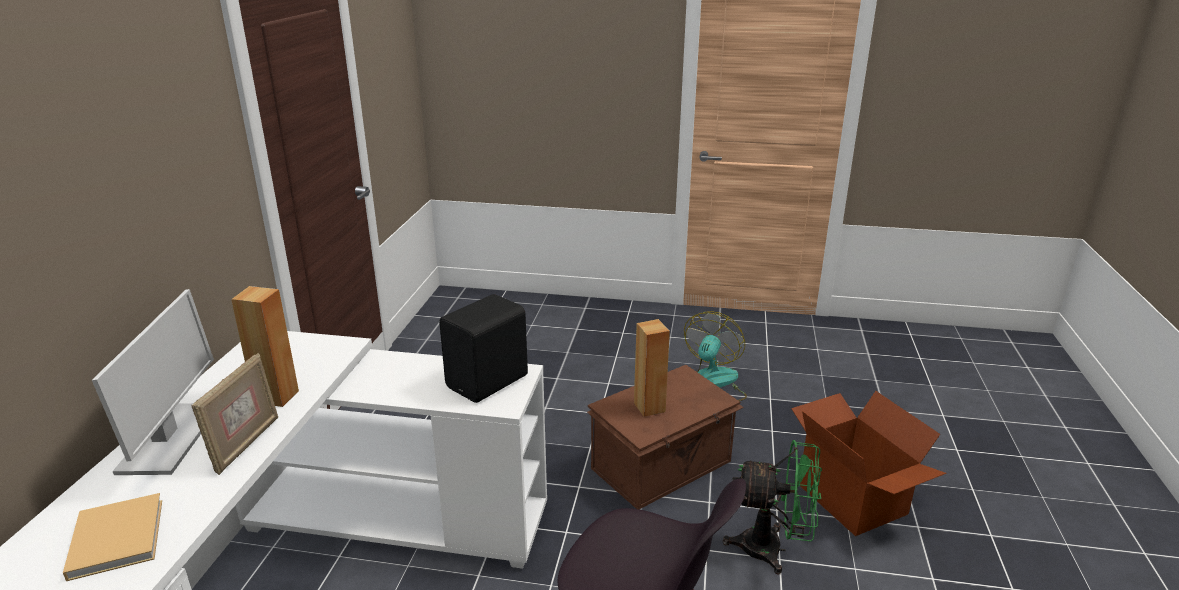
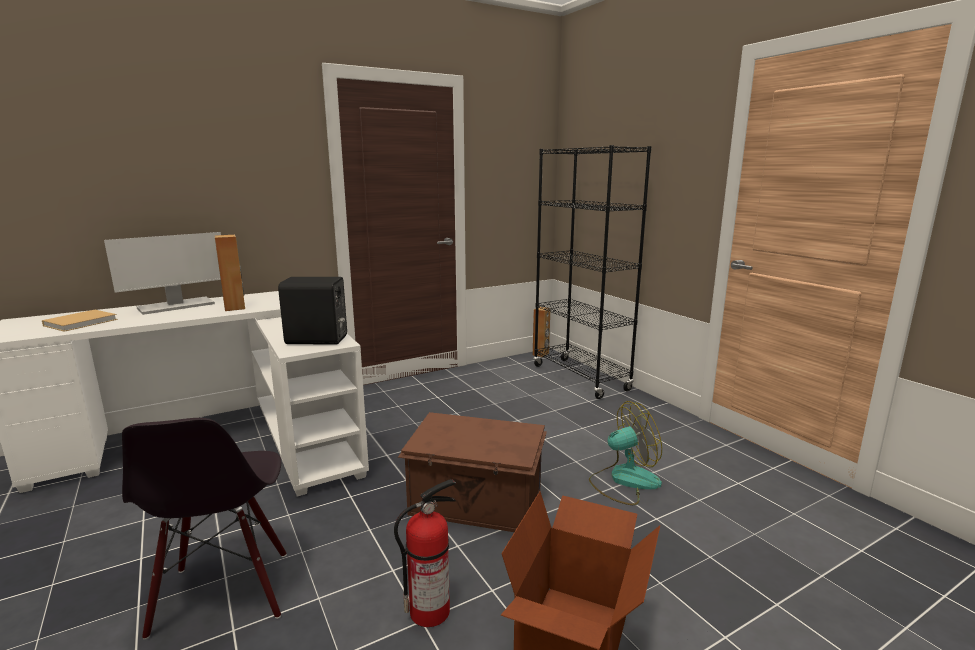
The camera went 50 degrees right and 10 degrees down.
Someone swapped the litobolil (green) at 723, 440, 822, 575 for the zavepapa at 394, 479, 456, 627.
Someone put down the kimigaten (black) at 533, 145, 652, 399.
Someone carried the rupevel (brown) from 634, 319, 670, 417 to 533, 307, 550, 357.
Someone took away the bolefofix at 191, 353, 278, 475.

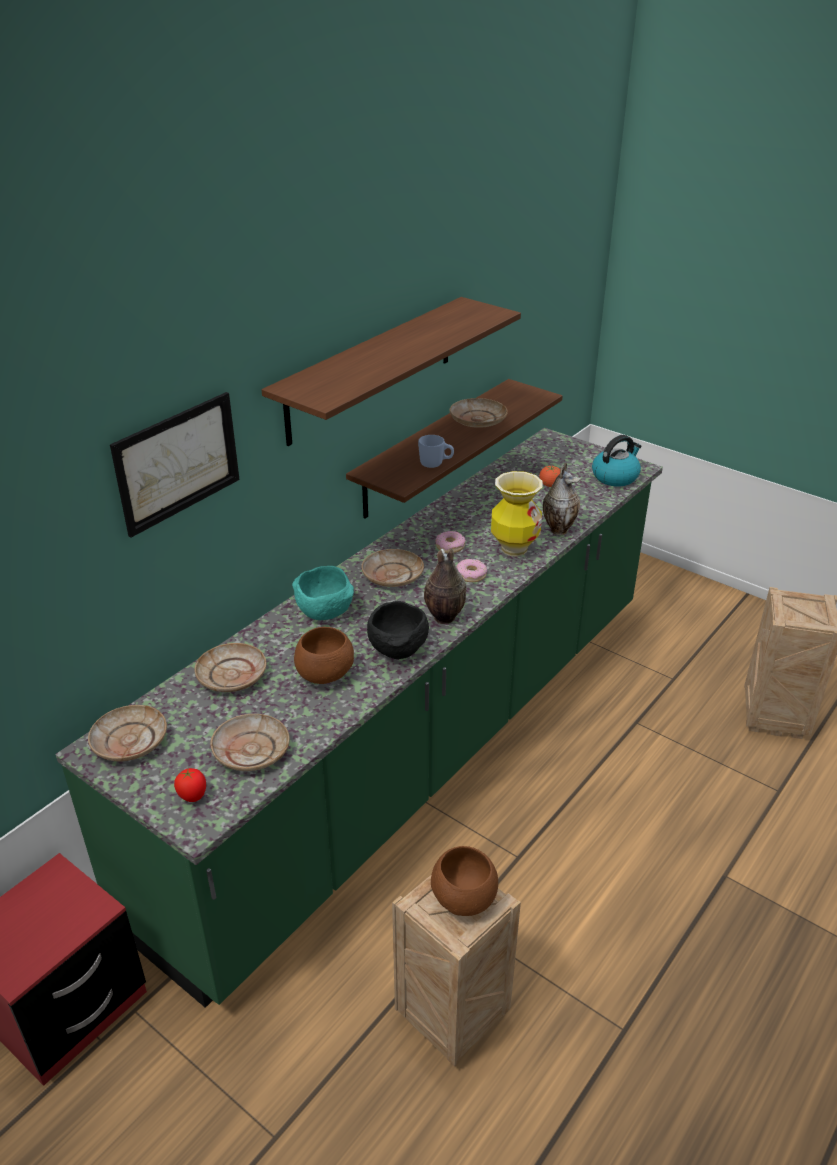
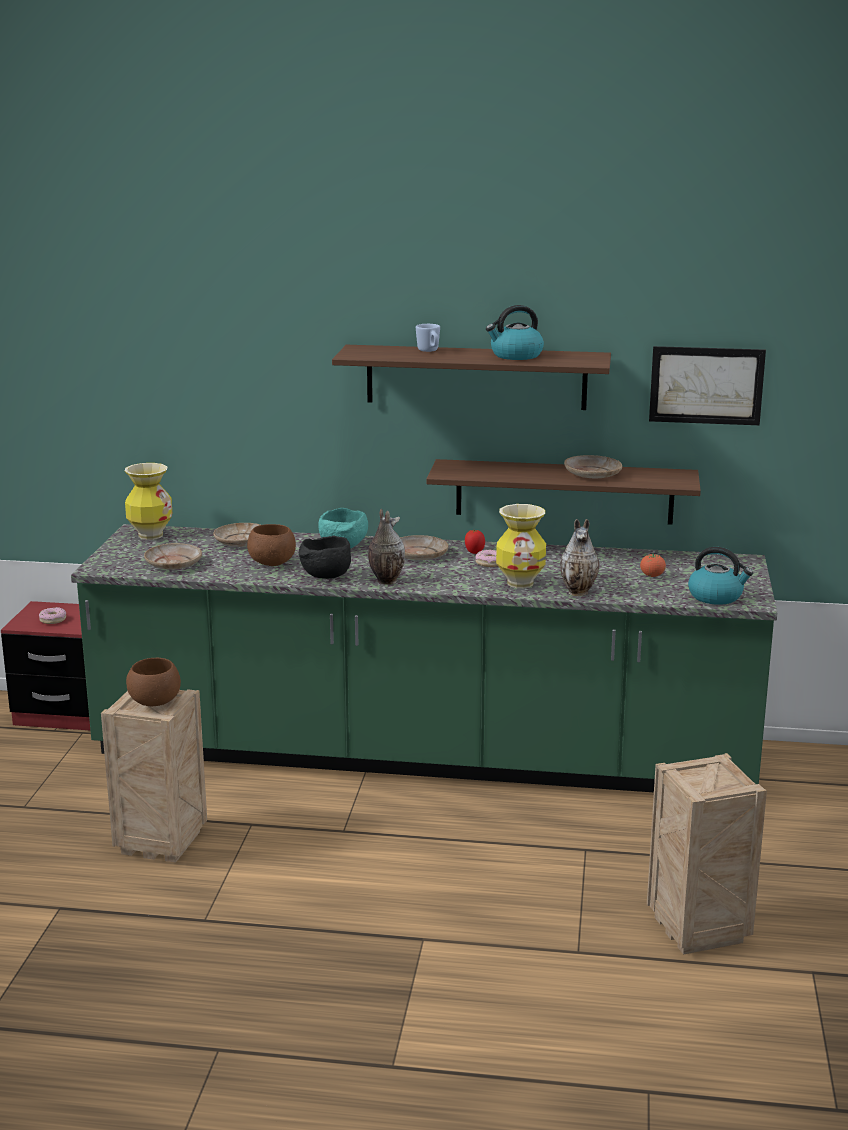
The camera went 60 degrees right and 15 degrees down.
Someone carried the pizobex from 456, 559, 487, 582 to 39, 607, 66, 624.
Someone swapped the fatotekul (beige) at 88, 705, 167, 762 for the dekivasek at 125, 463, 172, 540.
Someone carried the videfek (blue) from 418, 435, 454, 468 to 416, 324, 440, 352.
Someone carried the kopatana from 174, 768, 206, 802 to 465, 529, 485, 554.
Someone put down the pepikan at 486, 305, 544, 360.
Someone carried the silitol from 110, 392, 240, 538 to 649, 346, 766, 425.

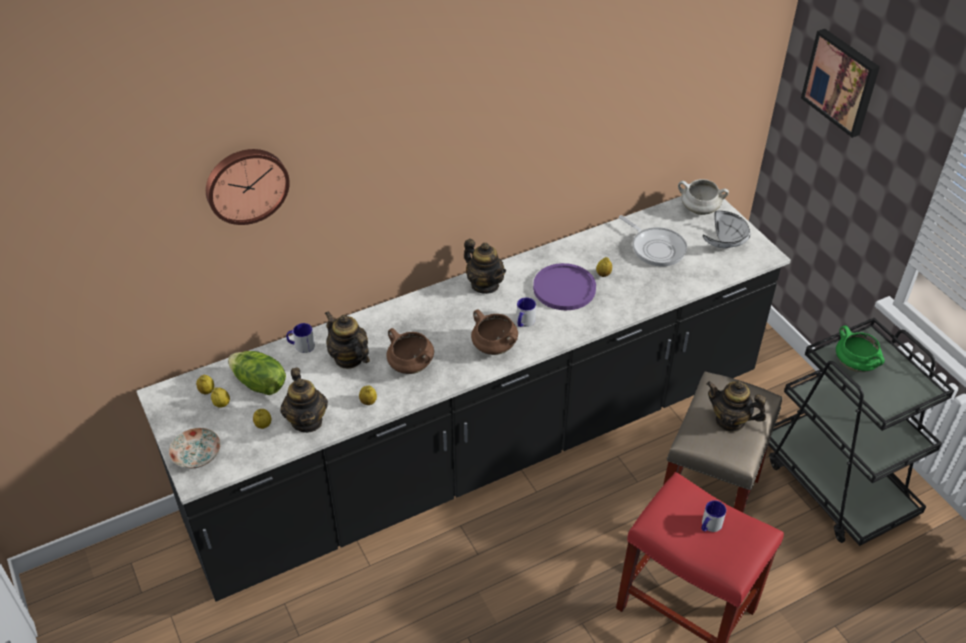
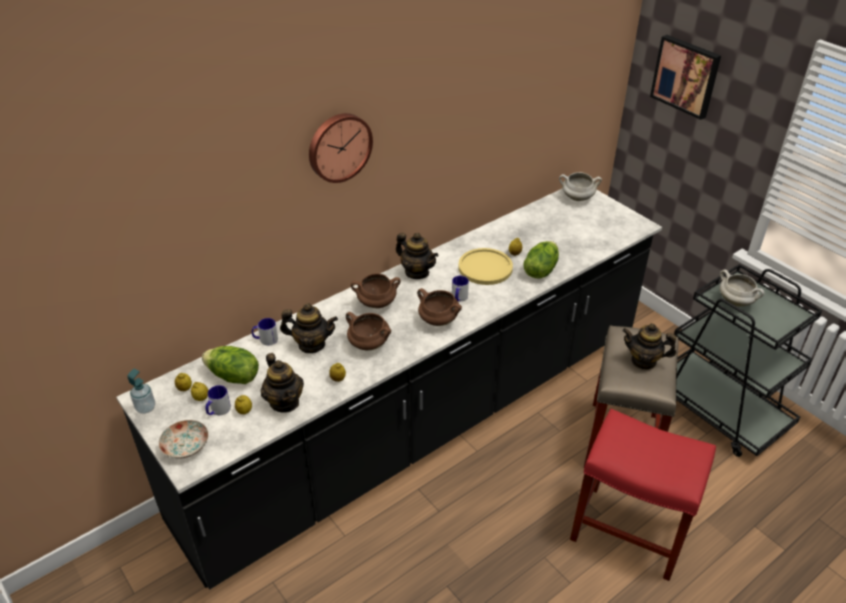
The camera went 10 degrees left and 5 degrees down.
Someone put down the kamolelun at 127, 368, 155, 414.
Someone carried the videfek from 701, 500, 726, 532 to 205, 385, 231, 415.
Someone rotated the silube at 325, 311, 370, 369 by 150 degrees clockwise.
Someone carried the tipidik from 206, 149, 290, 225 to 309, 113, 373, 183.
Someone put down the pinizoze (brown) at 351, 273, 400, 308.
Someone repainted the fatotekul (purple) at 533, 263, 596, 310, which became the fatotekul (yellow) at 458, 248, 513, 285.
Someone put down the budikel at 523, 241, 559, 279.
Someone repainted the pinizoze (green) at 836, 326, 885, 372, which became the pinizoze (white) at 720, 270, 764, 306.
Someone took away the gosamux at 619, 215, 687, 266.
Someone took away the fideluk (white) at 703, 211, 751, 248.

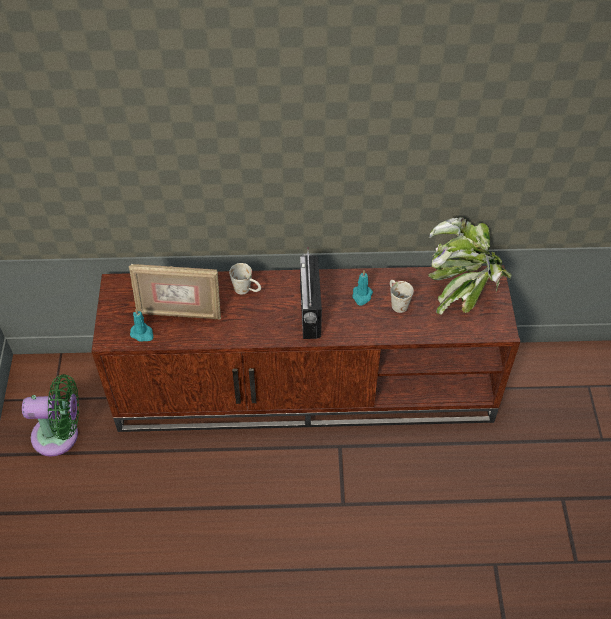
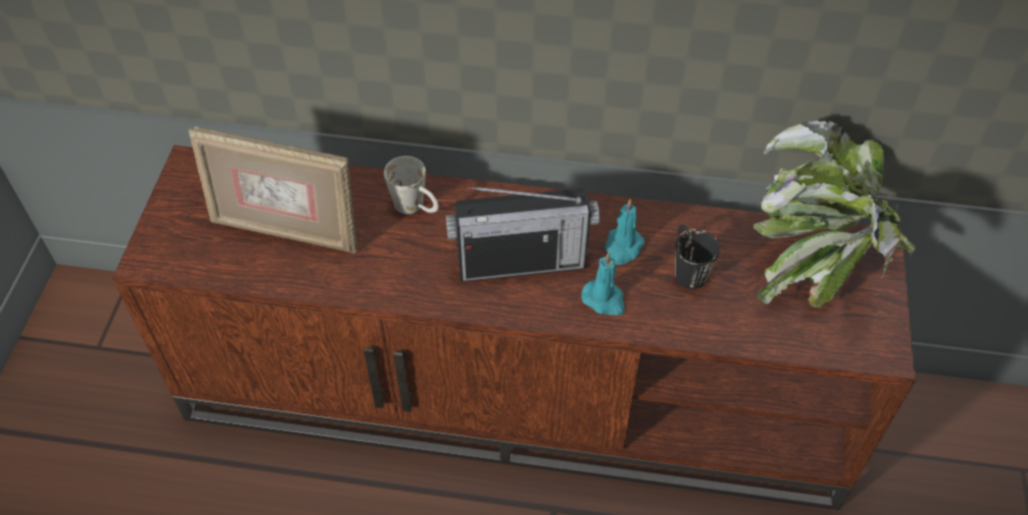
The camera went 10 degrees right and 0 degrees up.
Someone rotated the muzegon at 299, 247, 322, 339 by 105 degrees counterclockwise.
Someone carried the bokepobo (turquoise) from 130, 309, 154, 342 to 581, 252, 625, 315.
Someone repainted the videfek (white) at 390, 280, 414, 313, which became the videfek (black) at 675, 225, 720, 289.
Someone took away the litobolil (green) at 22, 374, 79, 457.

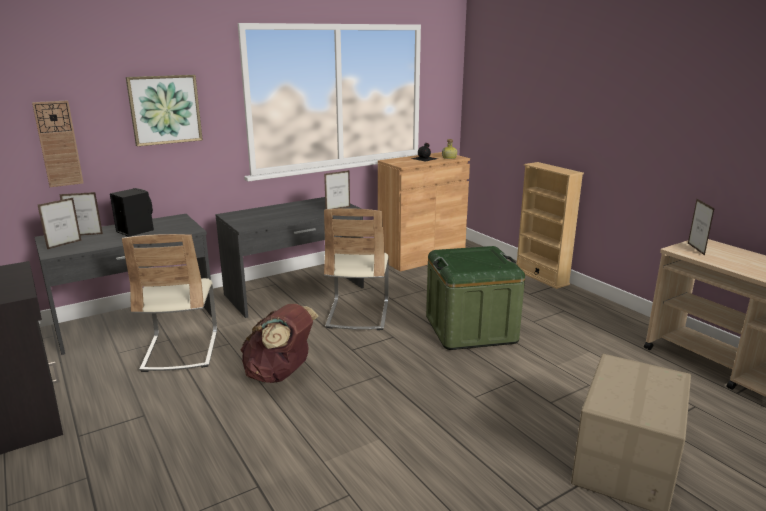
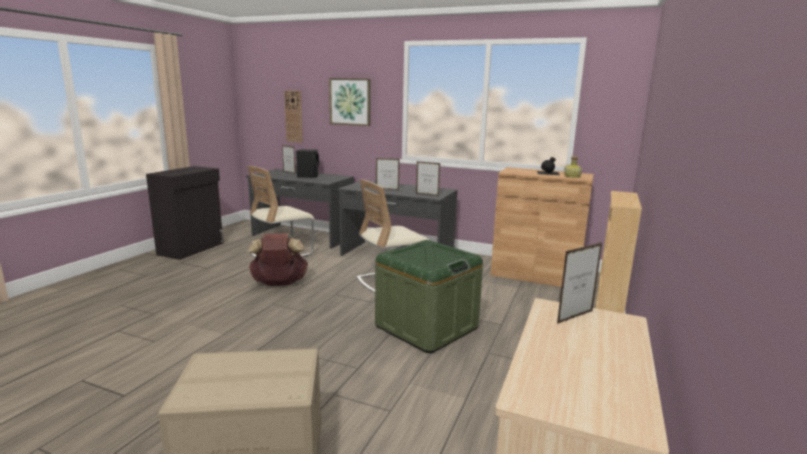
The camera went 55 degrees right and 5 degrees down.
Someone carried the bolefofix from 38, 198, 82, 249 to 376, 158, 400, 190.

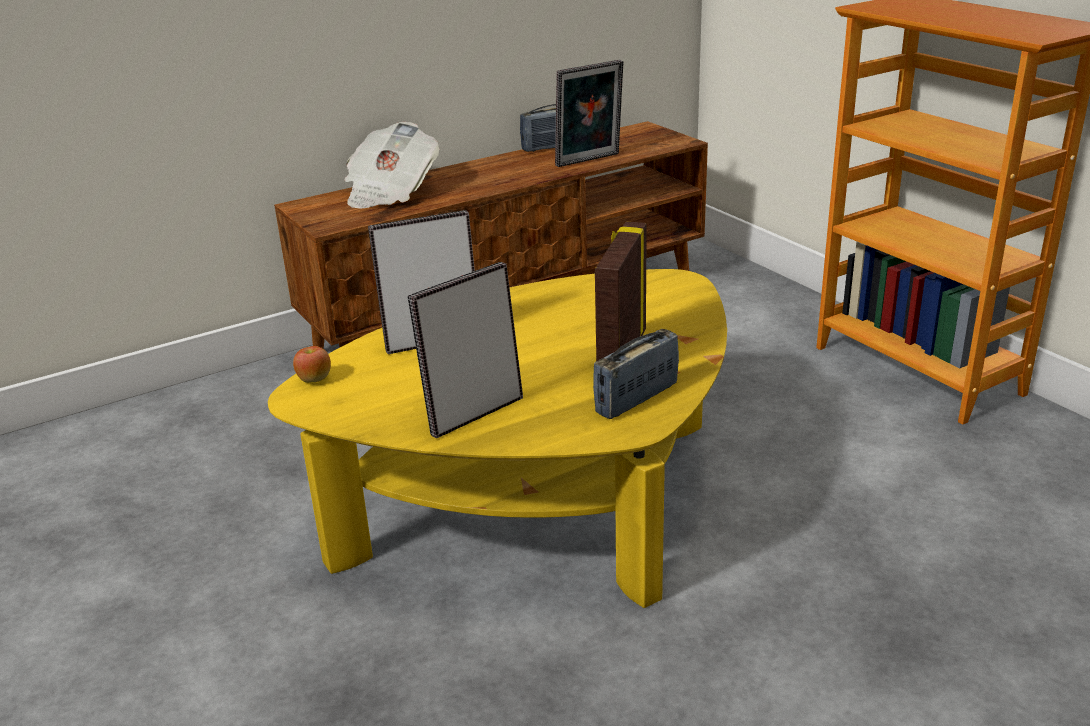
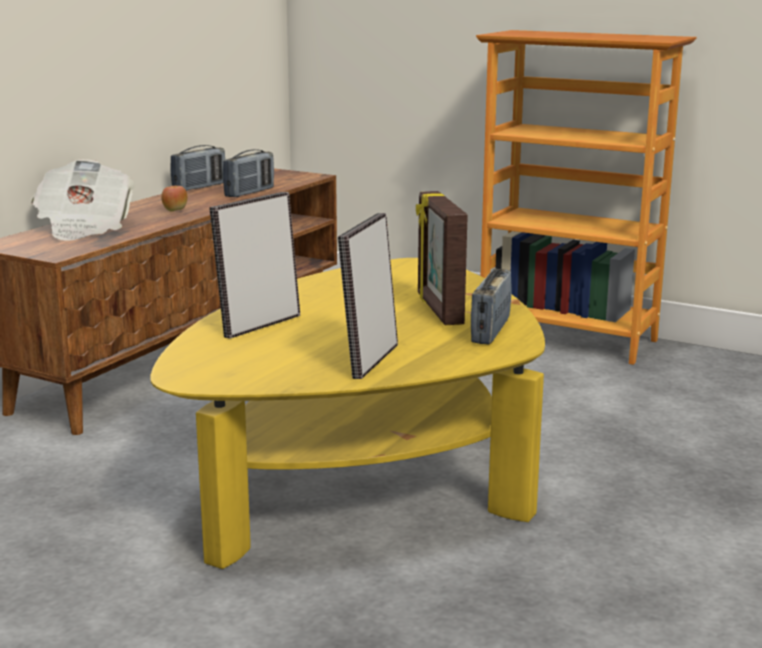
The camera went 30 degrees left and 10 degrees down.
Someone carried the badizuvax from 293, 346, 331, 383 to 161, 186, 187, 212.
Someone swapped the bolefofix at 555, 60, 623, 167 for the muzegon at 223, 149, 274, 197.

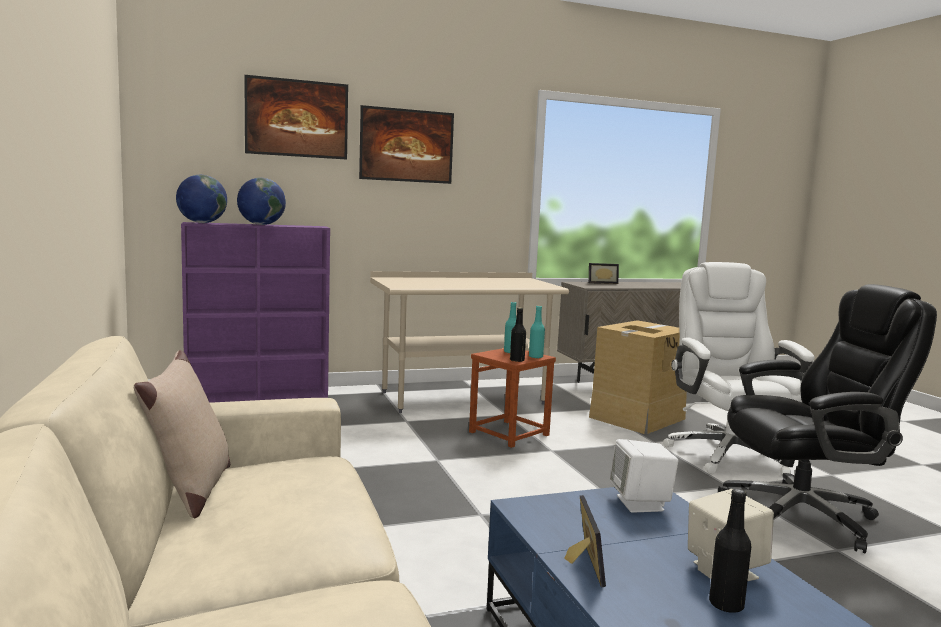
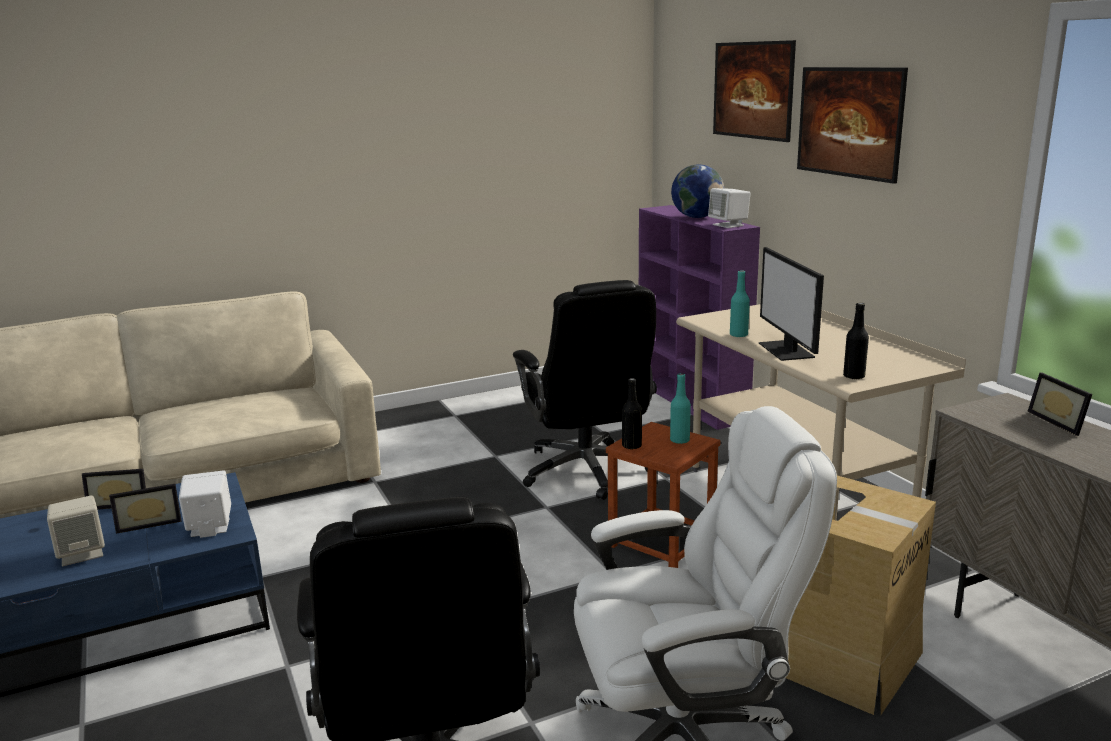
The camera went 85 degrees right and 10 degrees up.
Someone put down the bolefofix at 109, 484, 182, 534.
Someone put down the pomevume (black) at 513, 280, 657, 500.
Someone put down the rupevel (white) at 708, 188, 750, 228.
Someone carried the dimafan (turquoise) from 529, 306, 545, 358 to 730, 270, 750, 338.
Someone put down the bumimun at 759, 247, 824, 361.
Someone carried the dimafan (black) from 709, 489, 752, 613 to 843, 303, 869, 380.
Someone took away the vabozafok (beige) at 134, 350, 230, 518.
Someone took away the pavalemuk at 176, 175, 227, 223.

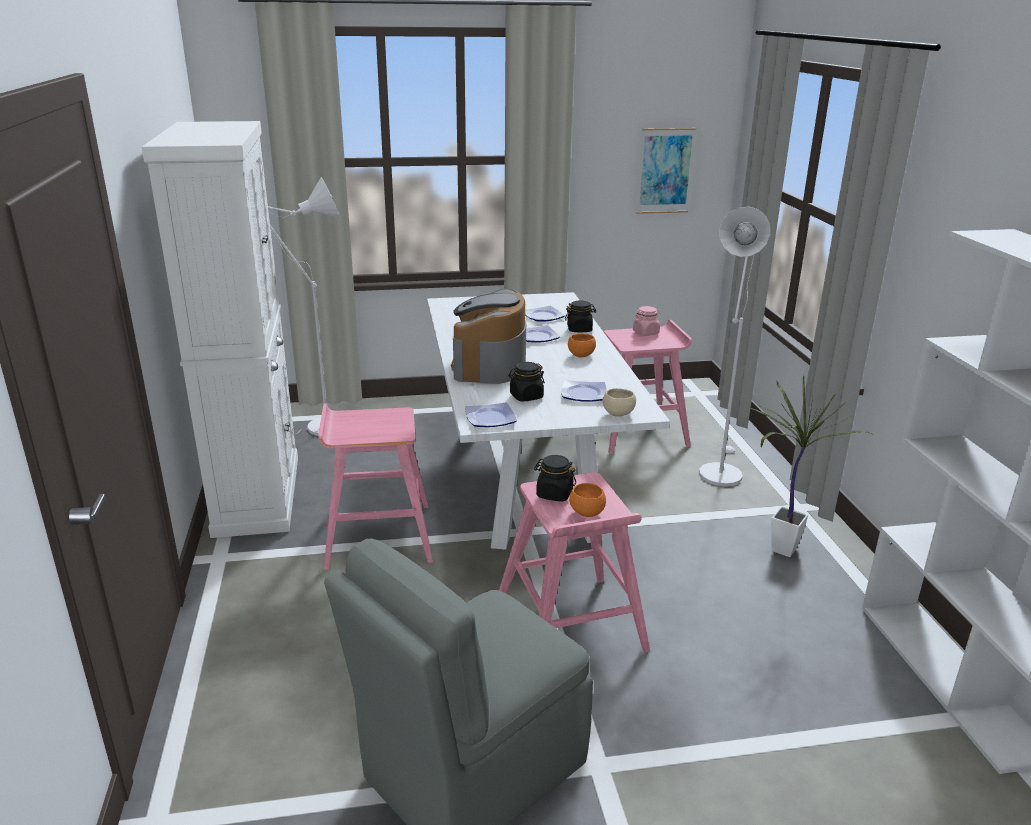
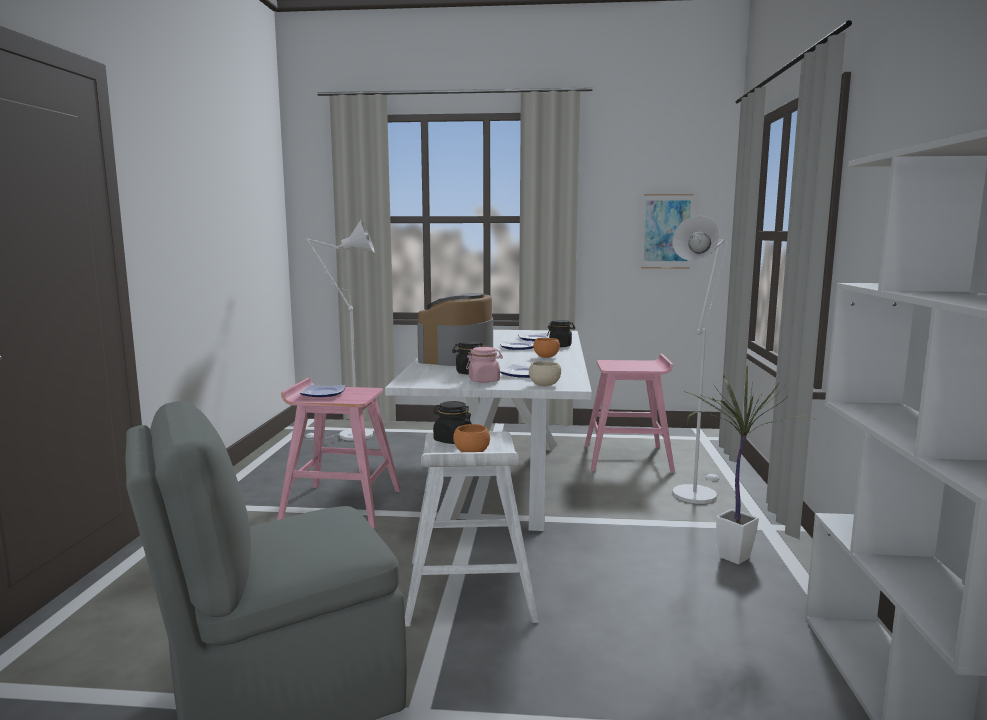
The camera went 15 degrees right and 15 degrees down.
Someone carried the fatotekul from 465, 402, 517, 427 to 300, 385, 346, 397.
Someone repainted the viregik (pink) at 499, 472, 650, 652, which became the viregik (white) at 405, 432, 539, 627.
Someone carried the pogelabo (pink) from 633, 306, 660, 336 to 466, 347, 503, 383.
Someone took away the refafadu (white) at 142, 121, 298, 538.

